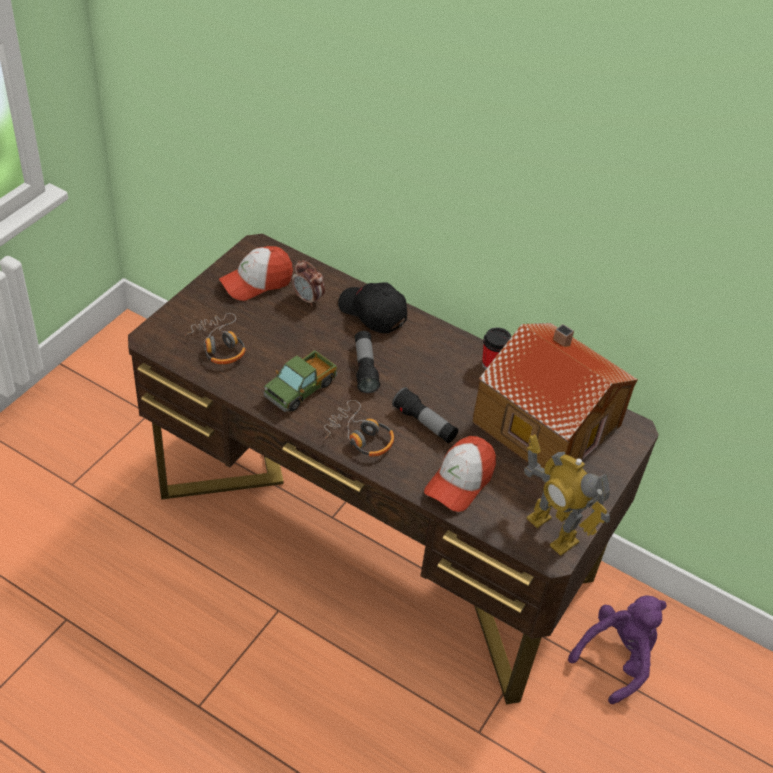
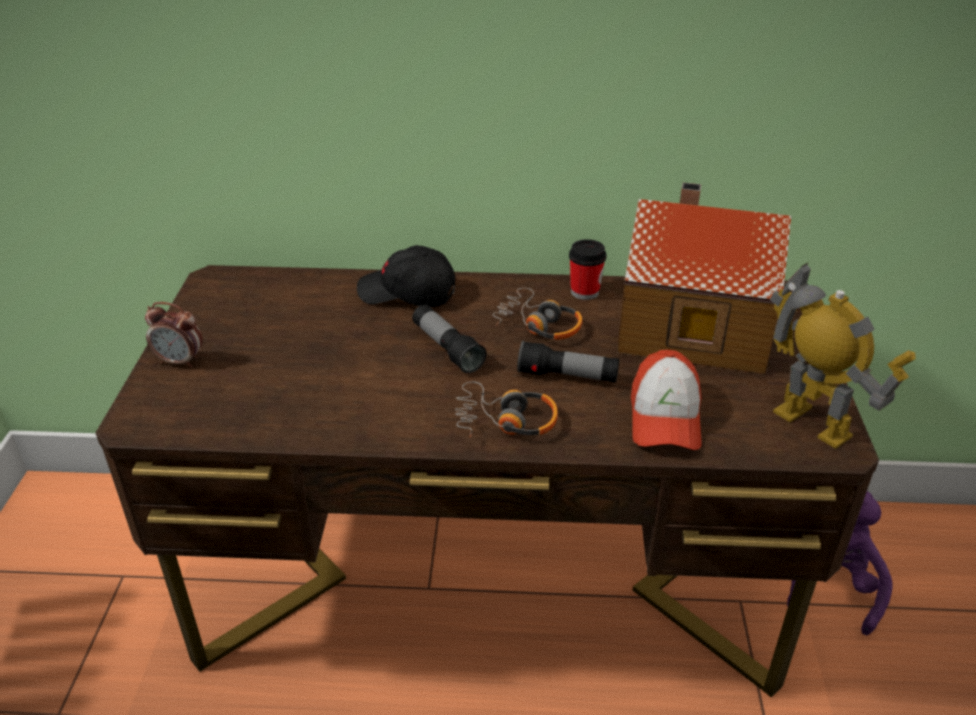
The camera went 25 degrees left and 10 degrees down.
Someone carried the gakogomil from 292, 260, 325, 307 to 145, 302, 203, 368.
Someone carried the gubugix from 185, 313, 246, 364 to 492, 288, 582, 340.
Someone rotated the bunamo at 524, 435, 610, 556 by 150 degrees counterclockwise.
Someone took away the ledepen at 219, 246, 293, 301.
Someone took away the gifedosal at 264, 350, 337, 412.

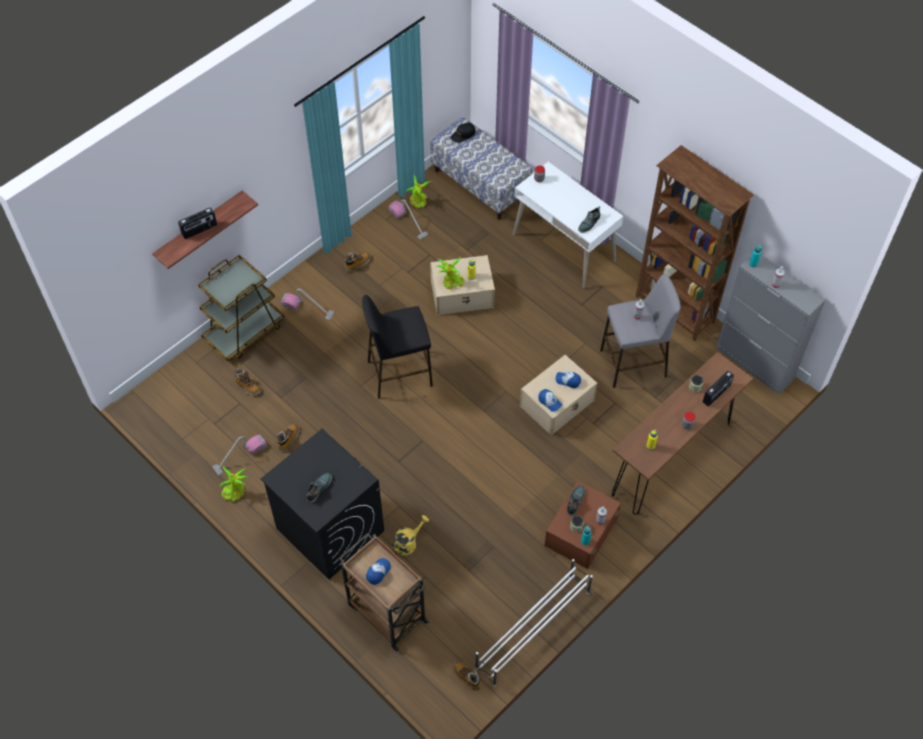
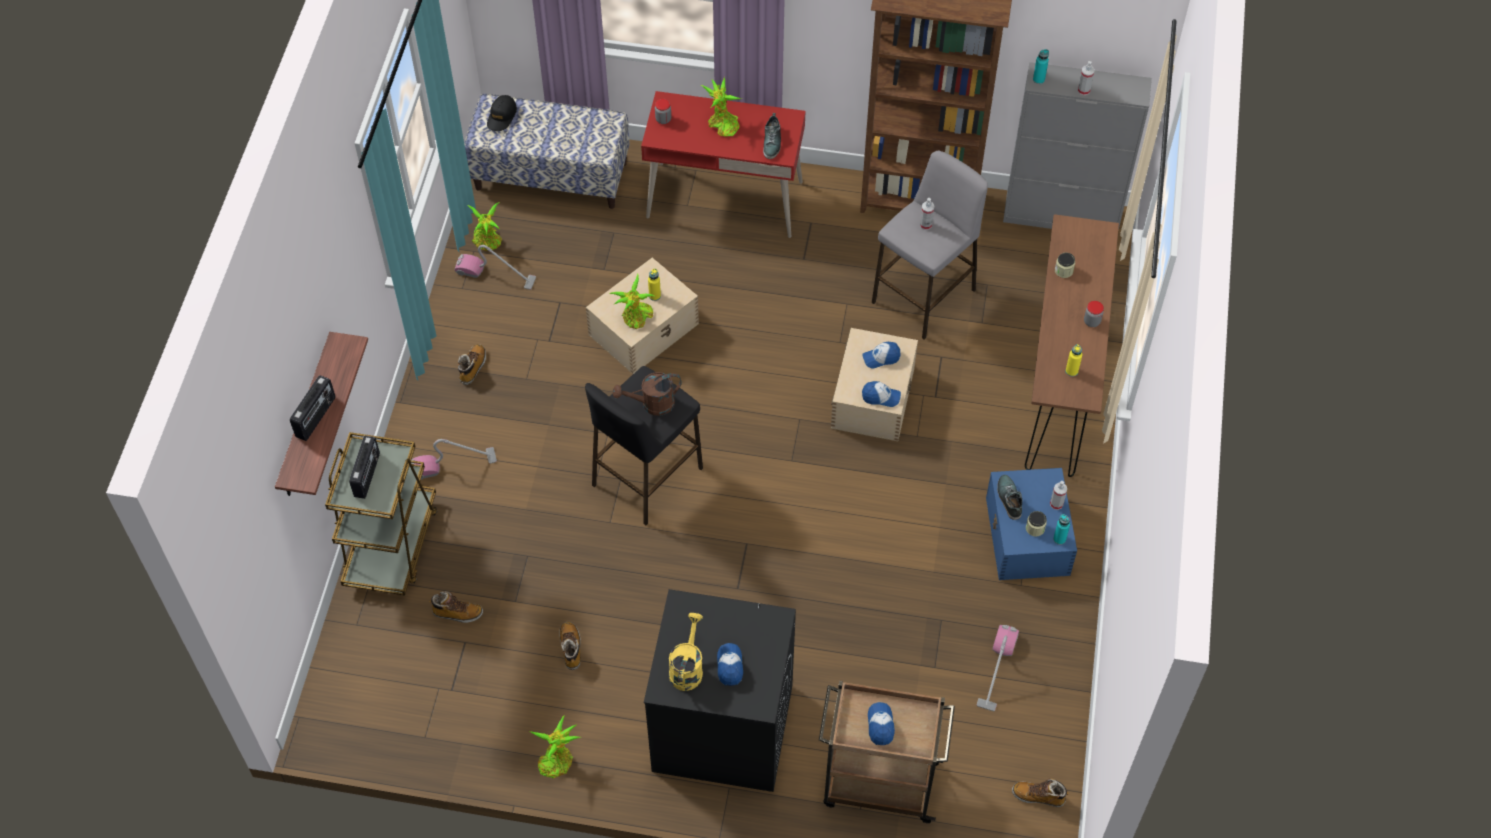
The camera went 35 degrees left and 0 degrees up.
Someone carried the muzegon from 703, 371, 734, 406 to 349, 436, 380, 499.
Someone put down the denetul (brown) at 613, 372, 682, 416.
Someone repainted the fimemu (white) at 513, 162, 623, 289, which became the fimemu (red) at 641, 91, 806, 238.
Someone carried the denetul (yellow) from 392, 515, 429, 555 to 669, 613, 703, 691.
Someone put down the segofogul at 701, 77, 742, 136.
Someone swapped the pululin at 306, 473, 332, 503 for the ledepen at 717, 643, 743, 686.
Someone carried the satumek from 213, 435, 267, 475 to 977, 625, 1019, 711.
Someone repainted the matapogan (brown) at 544, 481, 621, 569, which became the matapogan (blue) at 986, 468, 1077, 580.
Someone took away the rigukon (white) at 475, 559, 593, 687.

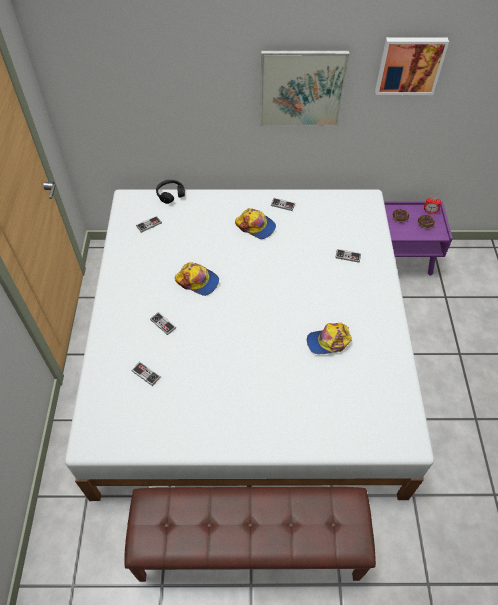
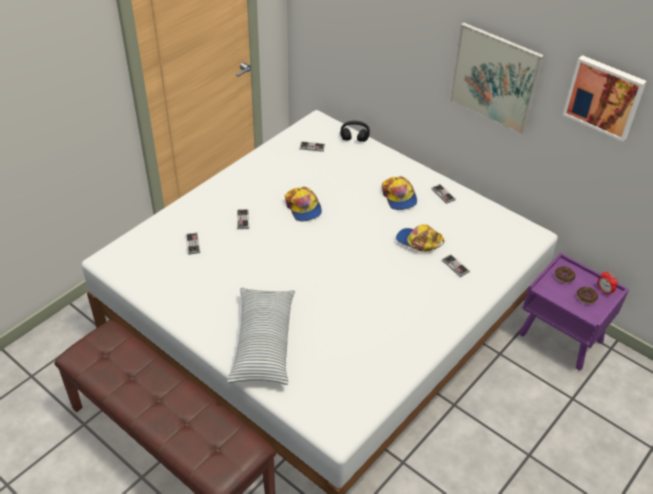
The camera went 40 degrees right and 10 degrees down.
Someone put down the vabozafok at 227, 288, 295, 385.
Someone carried the ledepen from 307, 323, 352, 354 to 396, 224, 444, 252.

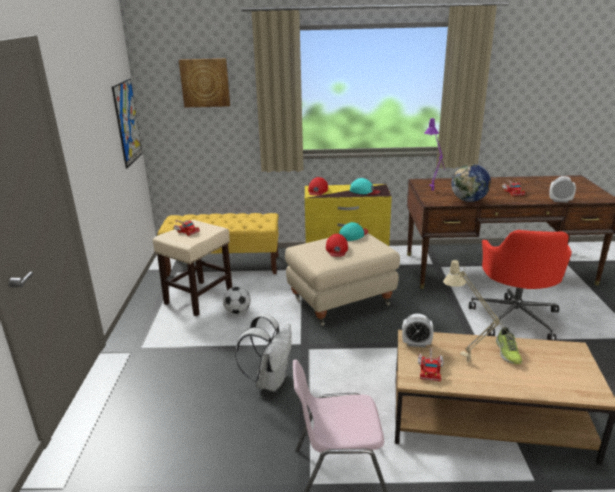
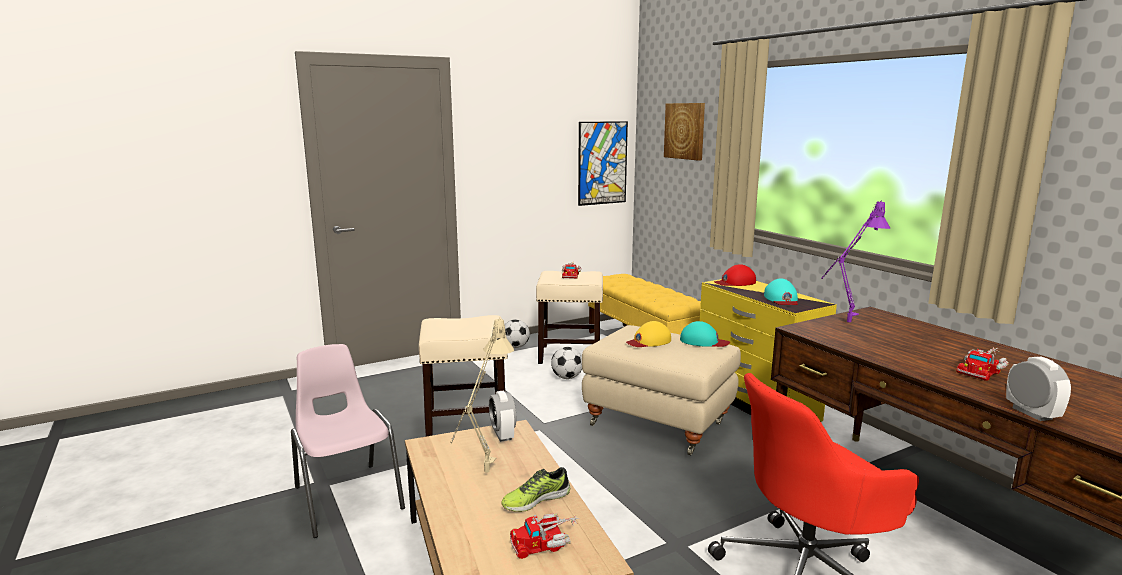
The camera went 60 degrees right and 10 degrees down.
Someone swapped the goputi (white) at 235, 314, 292, 392 for the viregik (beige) at 419, 315, 508, 436.
Someone put down the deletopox at 505, 320, 530, 348.
Someone carried the gifedosal from 418, 346, 444, 381 to 510, 513, 579, 559.
Someone repainted the ledepen (red) at 326, 234, 348, 257, which became the ledepen (yellow) at 626, 321, 671, 347.
Someone took away the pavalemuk at 451, 164, 491, 202.

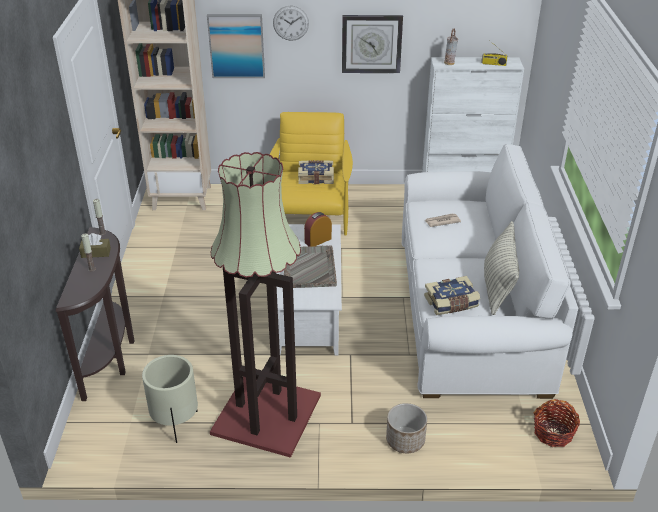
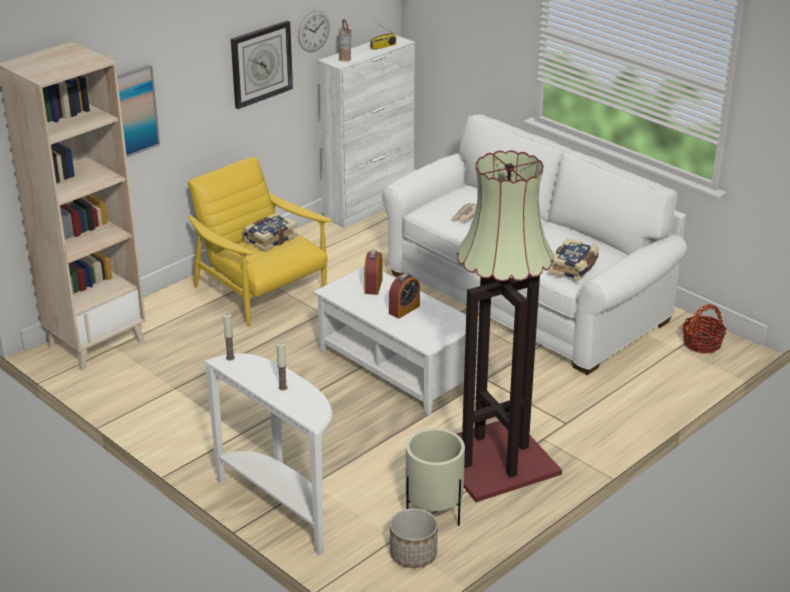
The camera went 45 degrees left and 5 degrees down.
Someone repainted the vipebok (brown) at 56, 227, 134, 401, which became the vipebok (white) at 203, 353, 332, 556.
Someone carried the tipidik from 273, 6, 309, 41 to 298, 10, 330, 52.
Someone swapped the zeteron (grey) at 284, 245, 337, 288 for the gakogomil at 389, 273, 420, 319.
Someone carried the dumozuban from 386, 403, 427, 453 to 390, 508, 438, 568.
Someone took away the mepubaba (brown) at 79, 233, 111, 258.
Someone took away the vabozafok at 484, 221, 519, 315.

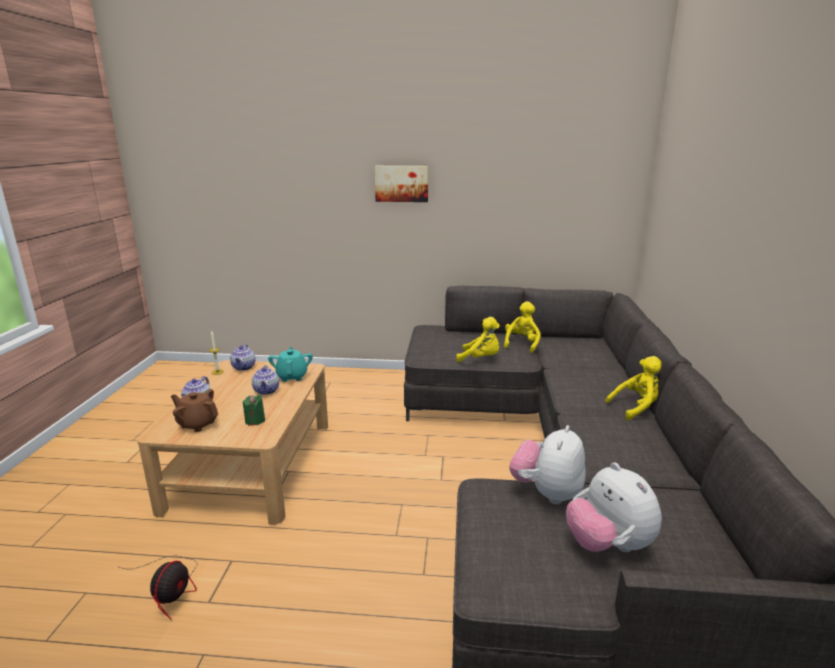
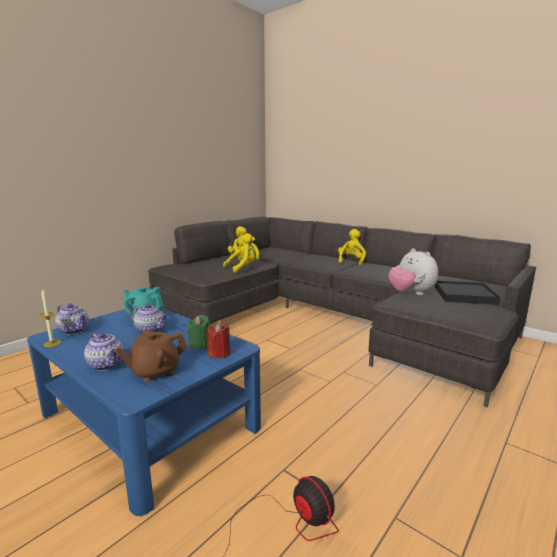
The camera went 55 degrees left and 5 degrees down.
Someone repainted the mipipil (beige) at 137, 360, 328, 525, which became the mipipil (blue) at 27, 308, 261, 516.
Someone put down the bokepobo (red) at 207, 323, 231, 358.
Someone swapped the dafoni at 566, 462, 662, 552 for the zeteron (black) at 435, 281, 501, 305.
Someone took away the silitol at 375, 166, 428, 202.

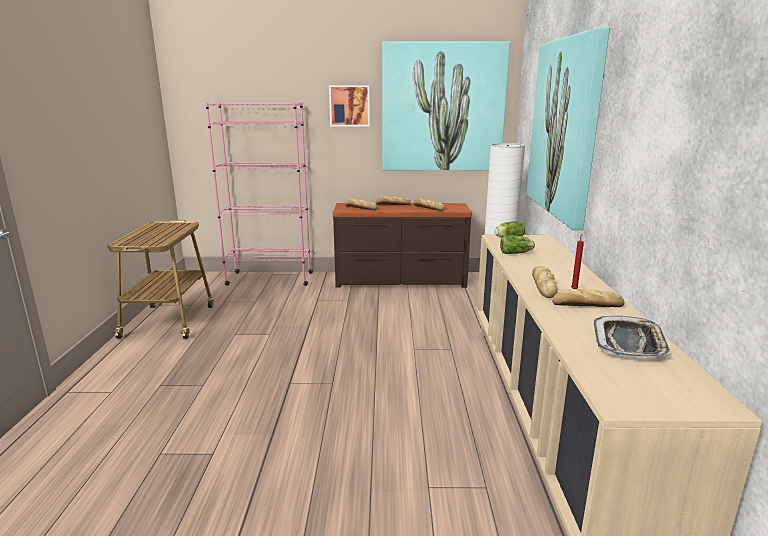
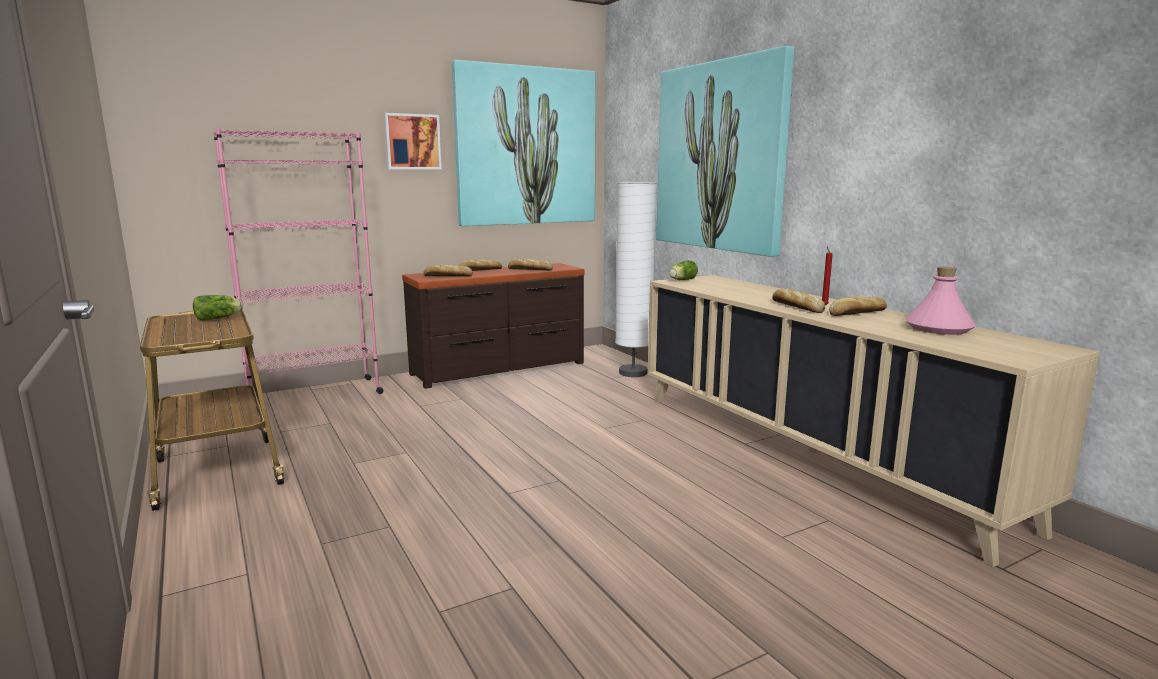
The camera went 30 degrees left and 5 degrees down.
Someone carried the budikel from 500, 235, 535, 254 to 193, 295, 243, 320.
Someone swapped the zeteron at 593, 316, 671, 358 for the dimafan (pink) at 905, 267, 976, 335.

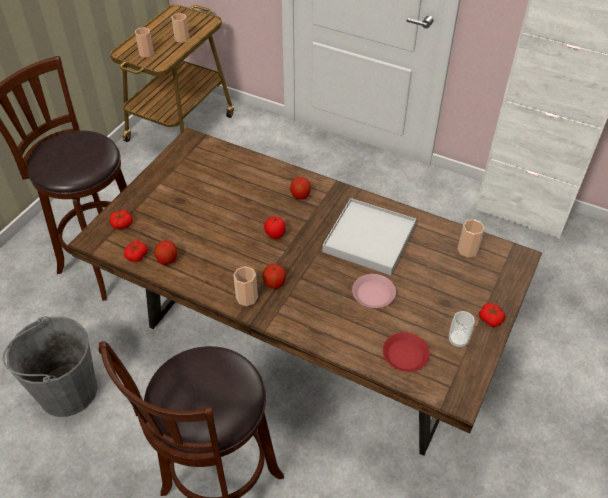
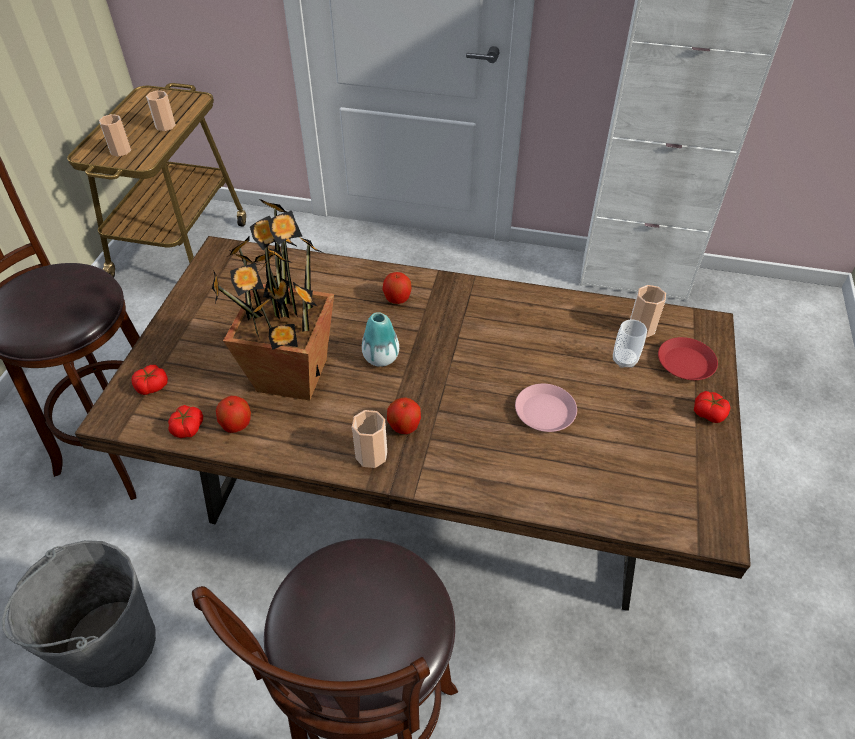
The camera went 15 degrees left and 0 degrees up.
Someone put down the segofogul at 212, 198, 334, 401.
Someone swapped the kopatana at 264, 216, 285, 239 for the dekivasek at 362, 312, 399, 367.
Someone carried the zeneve from 449, 311, 475, 348 to 613, 319, 647, 368.
Someone carried the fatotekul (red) from 383, 332, 430, 372 to 658, 337, 718, 380.
Someone took away the zeteron (white) at 323, 198, 416, 275.

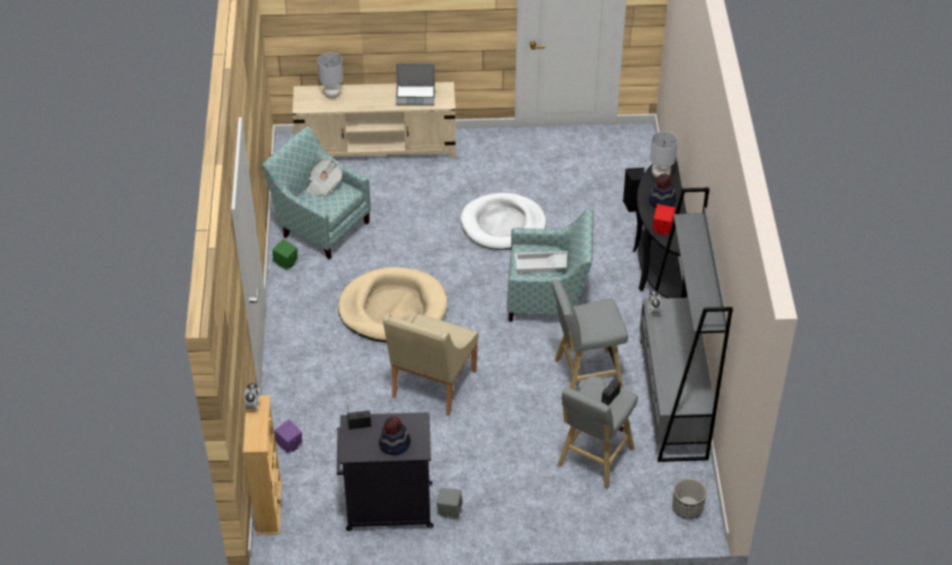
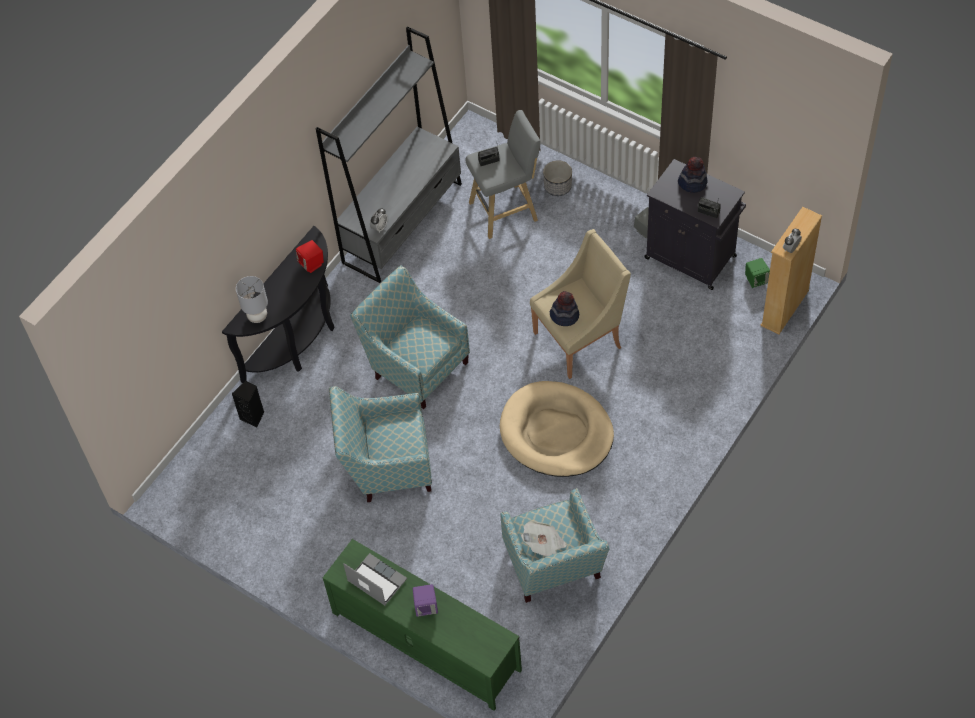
The camera went 140 degrees left and 10 degrees up.
Someone repainted the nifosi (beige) at 292, 82, 456, 159, which became the nifosi (green) at 323, 539, 522, 711.
Someone swapped the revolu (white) at 460, 193, 546, 250 for the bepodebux at 329, 386, 432, 502.
Someone carried the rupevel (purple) from 274, 420, 302, 453 to 413, 584, 438, 617.
Someone carried the dumozuban from 672, 478, 707, 519 to 543, 160, 572, 196.
Someone carried the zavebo from 649, 173, 676, 207 to 550, 291, 579, 326.
Someone carried the rupevel (green) from 272, 239, 298, 270 to 745, 258, 770, 288.
Someone took away the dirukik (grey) at 318, 53, 343, 99.
Someone took away the zeteron (white) at 515, 251, 568, 274.
Someone took away the viregik (grey) at 552, 280, 628, 390.

